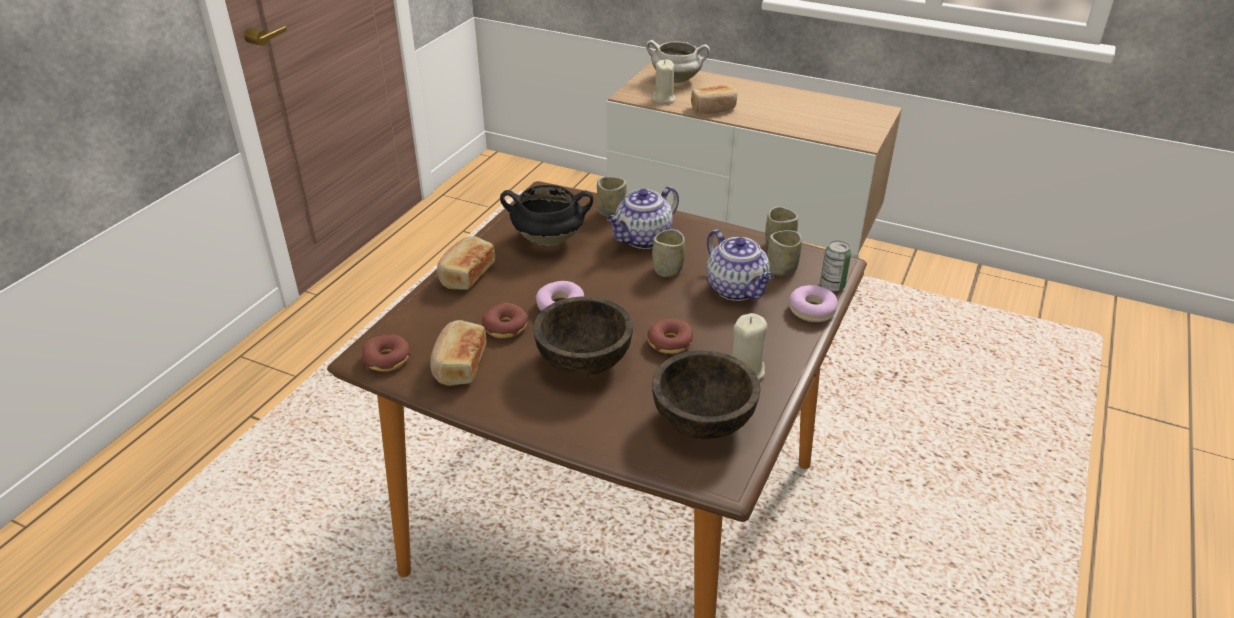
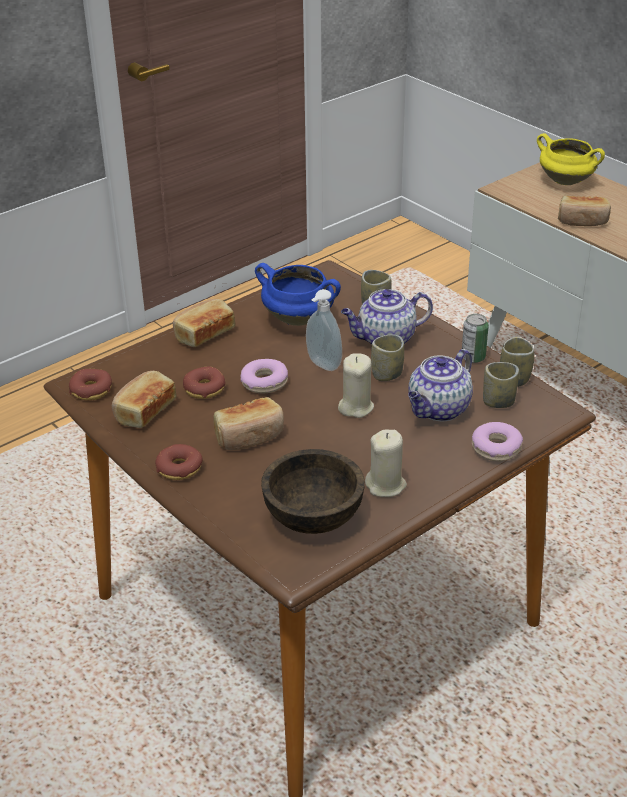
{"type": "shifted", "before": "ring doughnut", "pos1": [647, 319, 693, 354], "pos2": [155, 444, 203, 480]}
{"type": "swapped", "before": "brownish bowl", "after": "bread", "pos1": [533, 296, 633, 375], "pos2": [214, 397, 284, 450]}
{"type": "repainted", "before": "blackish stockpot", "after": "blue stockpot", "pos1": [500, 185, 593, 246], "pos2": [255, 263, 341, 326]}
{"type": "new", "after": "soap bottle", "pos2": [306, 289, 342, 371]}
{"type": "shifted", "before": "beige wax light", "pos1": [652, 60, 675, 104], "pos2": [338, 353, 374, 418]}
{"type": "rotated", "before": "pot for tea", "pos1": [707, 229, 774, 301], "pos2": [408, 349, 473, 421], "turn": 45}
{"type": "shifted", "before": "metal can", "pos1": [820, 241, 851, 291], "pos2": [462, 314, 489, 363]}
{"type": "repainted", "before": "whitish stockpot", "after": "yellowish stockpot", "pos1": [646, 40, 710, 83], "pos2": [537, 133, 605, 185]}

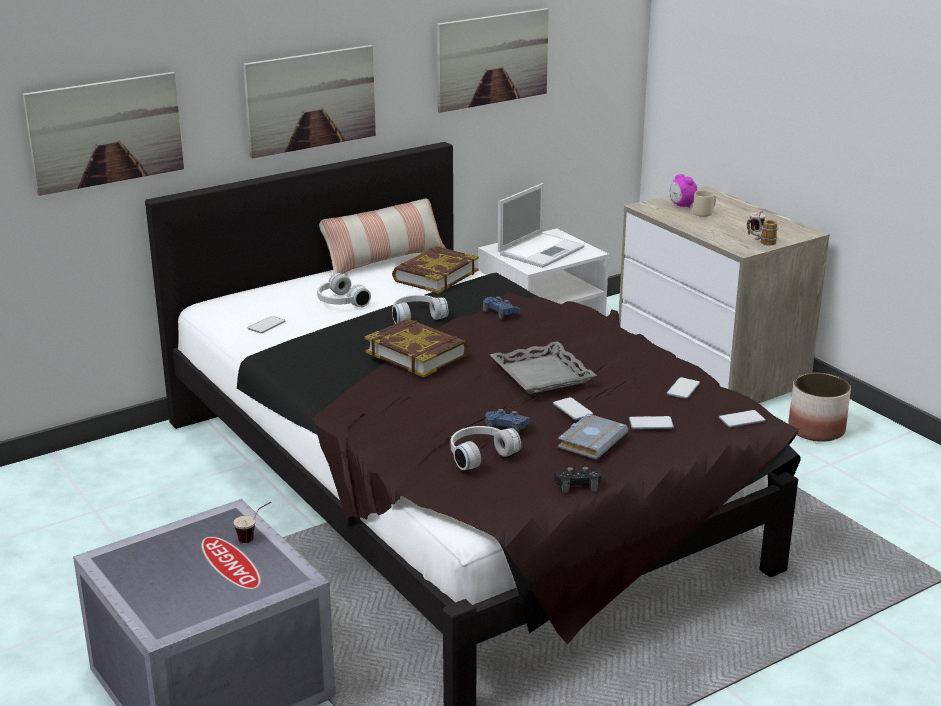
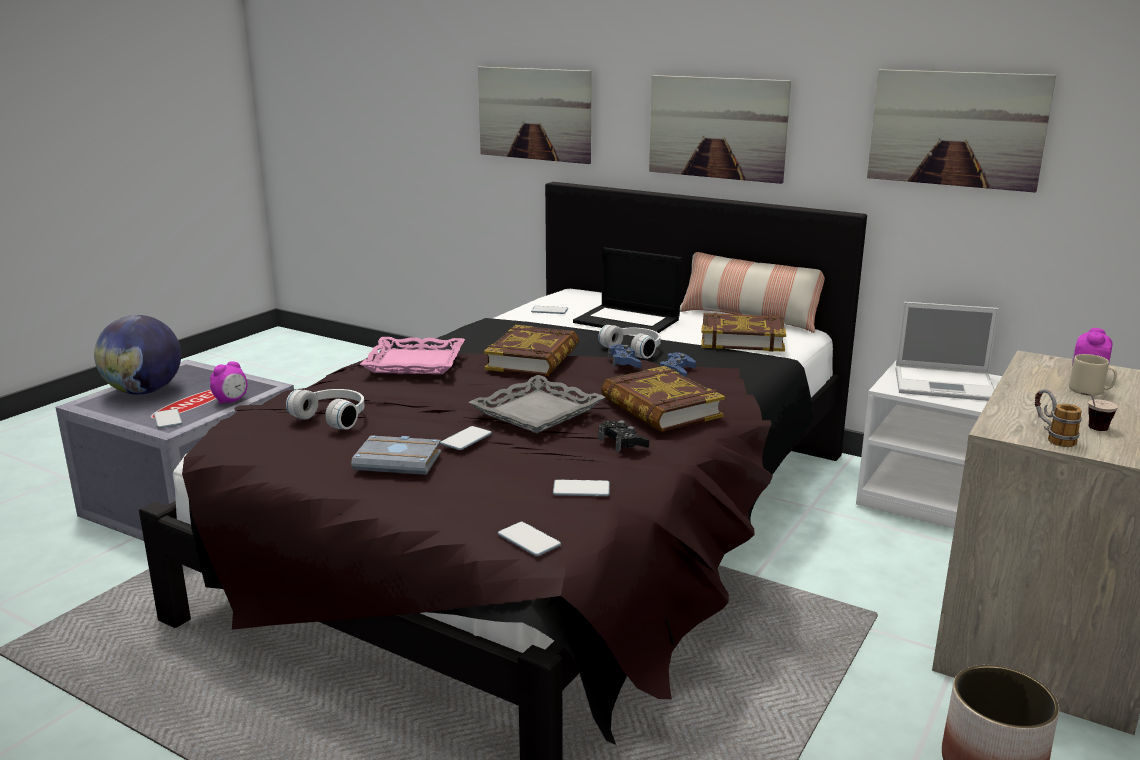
{"type": "new", "after": "globe", "pos2": [94, 315, 181, 395]}
{"type": "shifted", "before": "telephone", "pos1": [629, 416, 674, 429], "pos2": [154, 409, 182, 428]}
{"type": "swapped", "before": "cup", "after": "bedside clock", "pos1": [233, 502, 271, 543], "pos2": [210, 361, 247, 404]}
{"type": "new", "after": "pinkish carrying tray", "pos2": [360, 337, 465, 374]}
{"type": "swapped", "before": "whitish pair of headphones", "after": "laptop", "pos1": [317, 273, 371, 307], "pos2": [573, 247, 682, 333]}
{"type": "shifted", "before": "blackish joypad", "pos1": [554, 467, 601, 493], "pos2": [598, 420, 649, 452]}
{"type": "new", "after": "volume", "pos2": [601, 366, 725, 432]}
{"type": "shifted", "before": "blue joypad", "pos1": [485, 409, 530, 433], "pos2": [608, 344, 641, 368]}

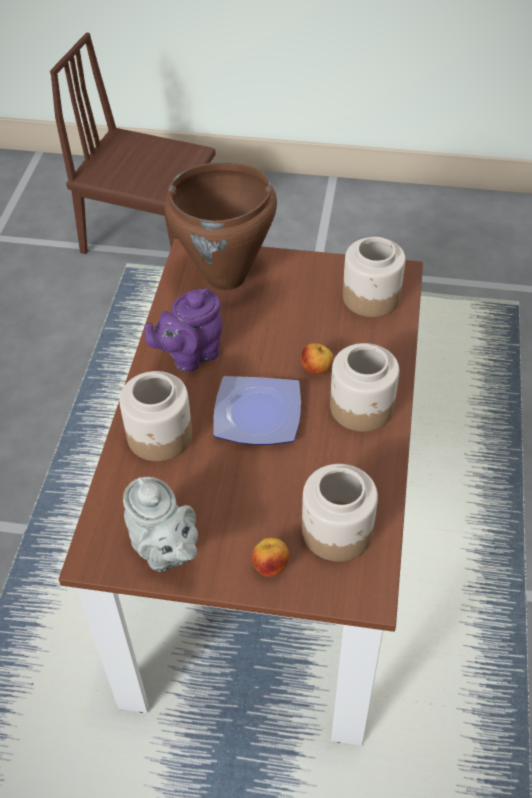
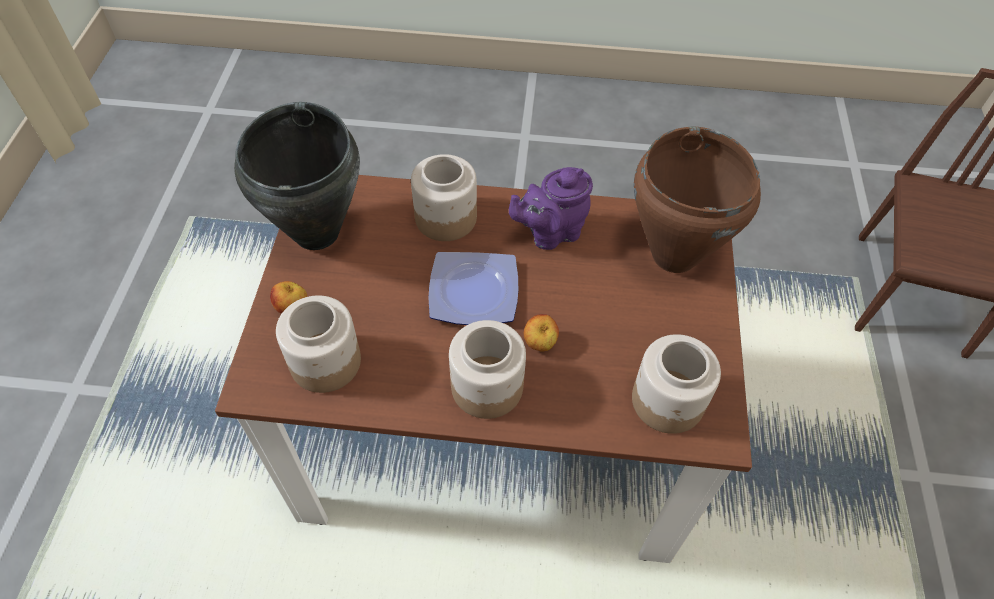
{"type": "swapped", "before": "gray pot for tea", "after": "blackish stockpot", "pos1": [123, 477, 198, 572], "pos2": [234, 102, 360, 250]}
{"type": "rotated", "before": "purplish pot for tea", "pos1": [145, 288, 222, 372], "pos2": [509, 167, 593, 250], "turn": -75}

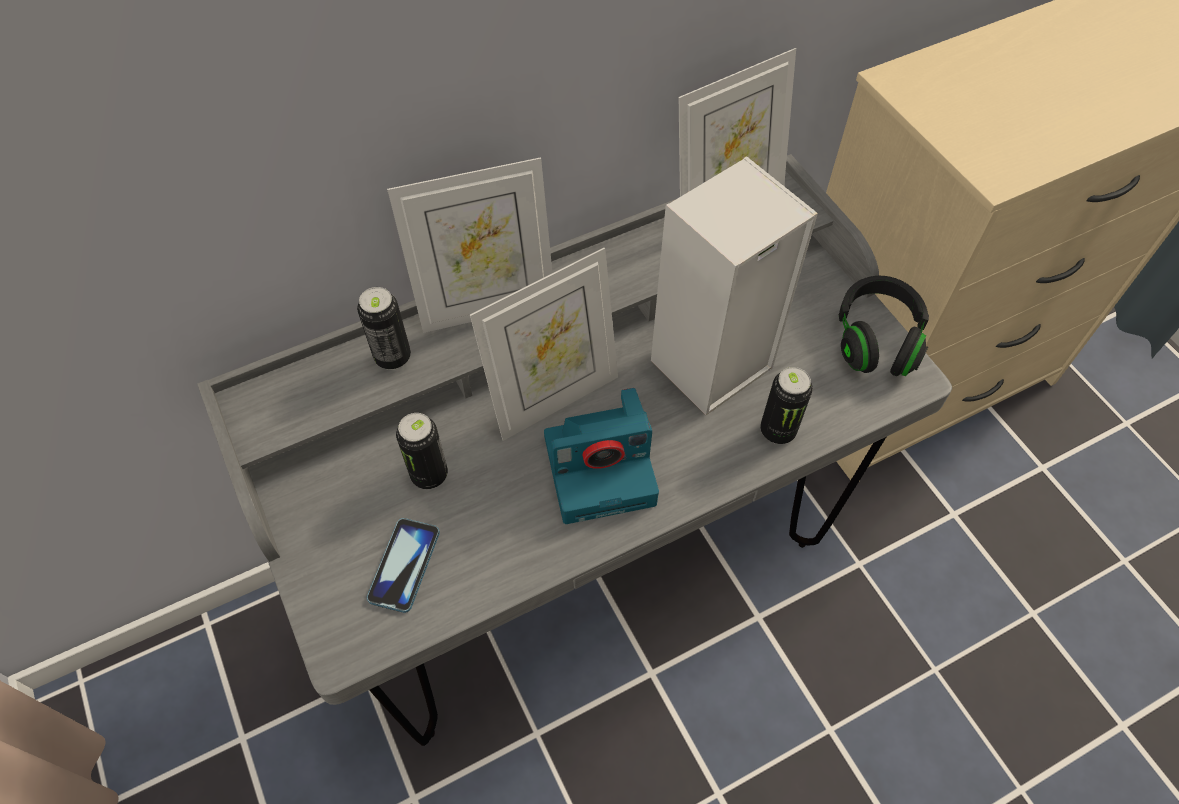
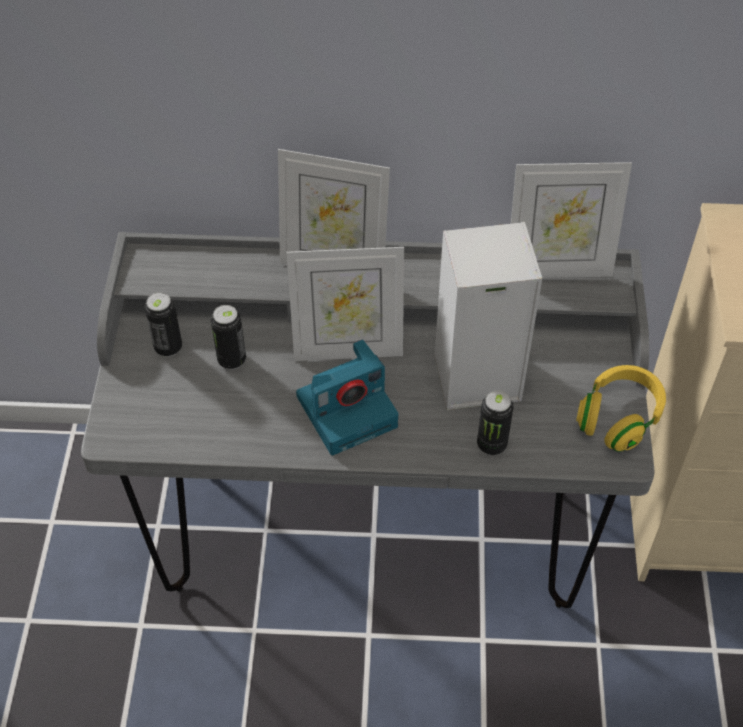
{"type": "shifted", "before": "metal can", "pos1": [357, 287, 411, 370], "pos2": [145, 292, 182, 357]}
{"type": "rotated", "before": "photo camera", "pos1": [544, 388, 659, 524], "pos2": [296, 339, 398, 455], "turn": -45}
{"type": "repainted", "before": "blackish pair of headphones", "after": "yellowish pair of headphones", "pos1": [839, 276, 929, 376], "pos2": [576, 365, 666, 452]}
{"type": "gone", "before": "telephone", "pos1": [367, 518, 440, 613]}

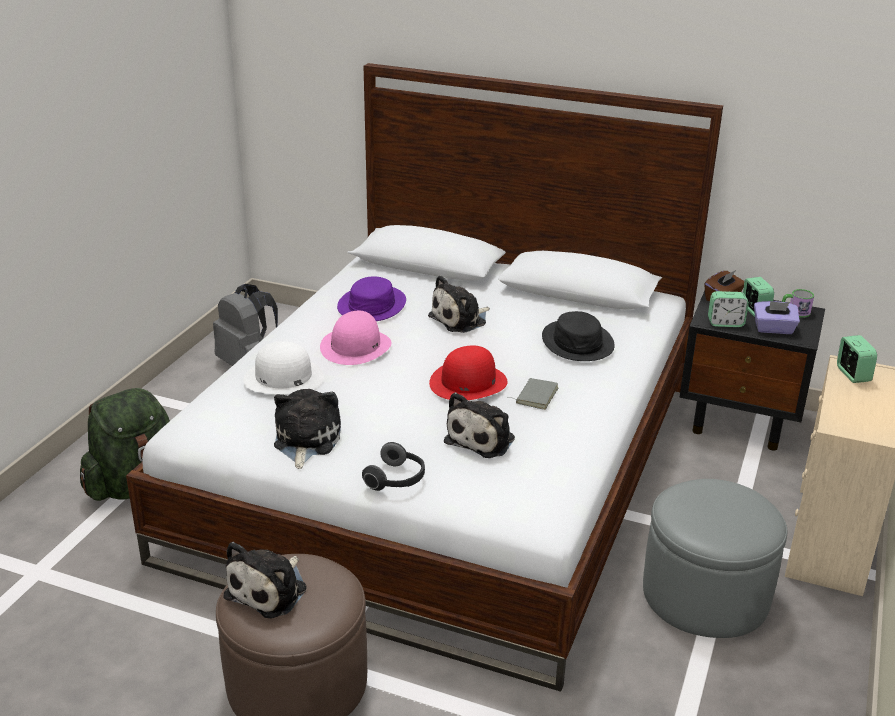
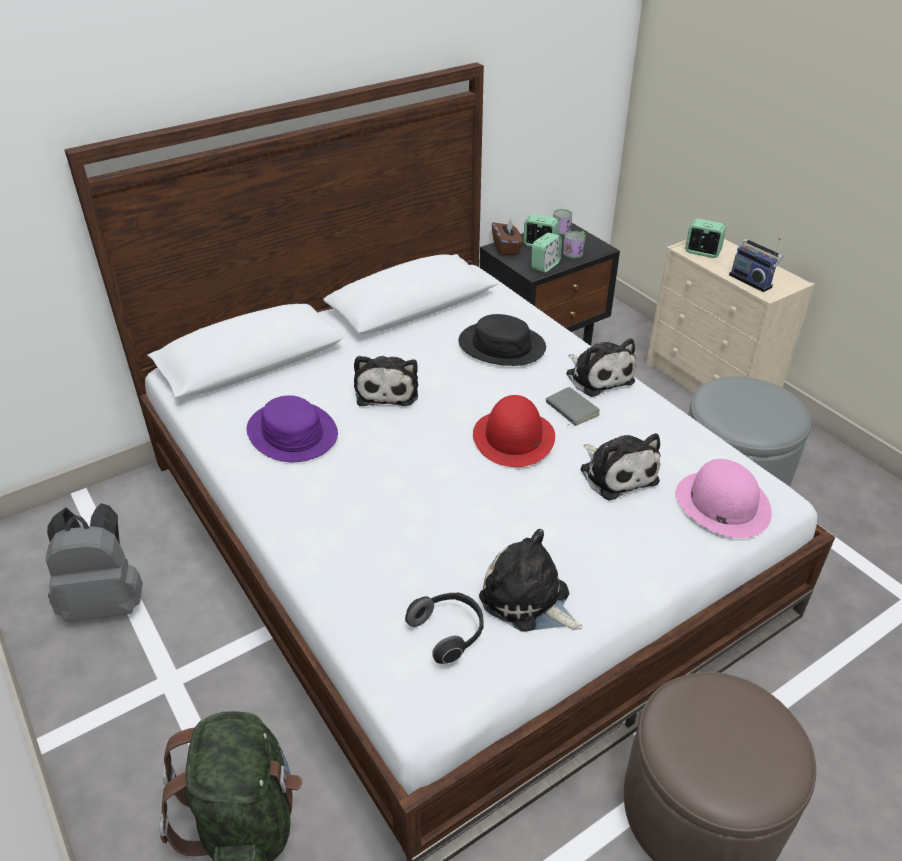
{"type": "shifted", "before": "pair of headphones", "pos1": [362, 442, 425, 491], "pos2": [405, 592, 484, 664]}
{"type": "swapped", "before": "purplish tissue holder", "after": "mug", "pos1": [754, 301, 800, 334], "pos2": [563, 231, 586, 258]}
{"type": "shifted", "before": "soft toy", "pos1": [224, 542, 307, 619], "pos2": [566, 338, 635, 397]}
{"type": "shifted", "before": "pinkish clothing hat", "pos1": [320, 311, 391, 365], "pos2": [676, 459, 772, 538]}
{"type": "new", "after": "radio set", "pos2": [729, 238, 783, 292]}
{"type": "gone", "before": "whitish clothing hat", "pos1": [243, 341, 324, 394]}

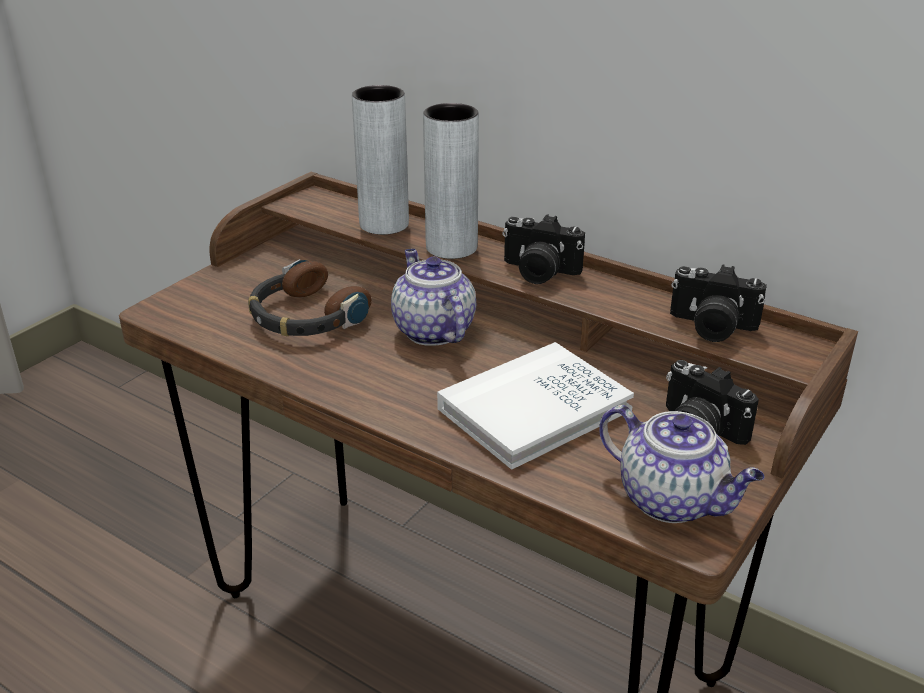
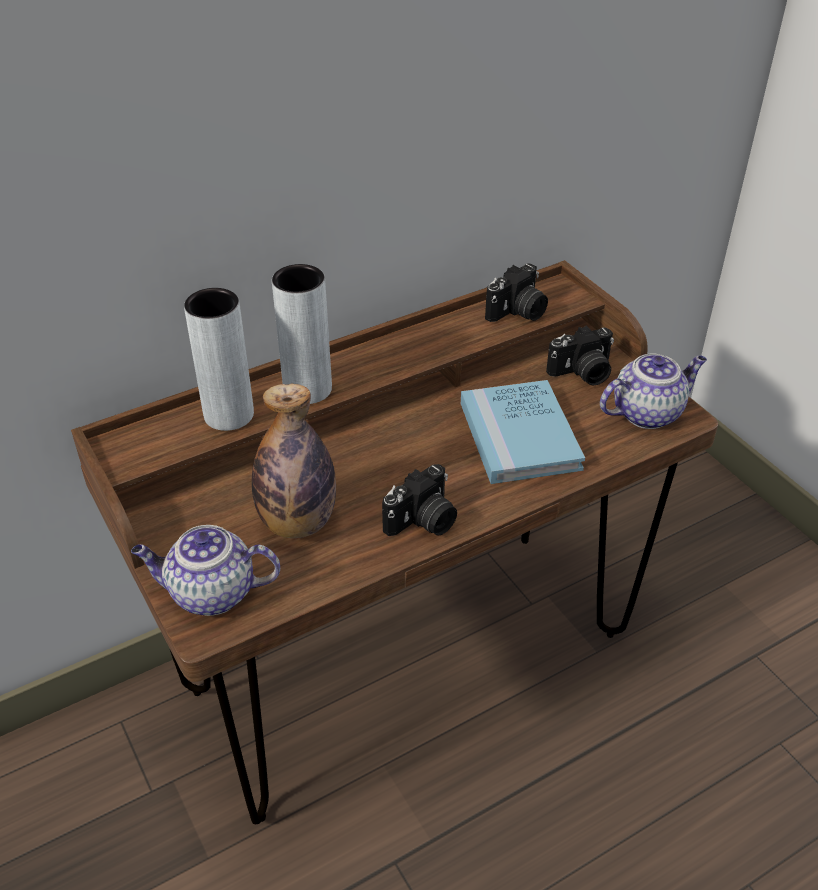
{"type": "shifted", "before": "pot for tea", "pos1": [391, 249, 476, 346], "pos2": [131, 525, 280, 616]}
{"type": "swapped", "before": "pair of headphones", "after": "beverage bottle", "pos1": [248, 259, 372, 336], "pos2": [252, 384, 336, 538]}
{"type": "shifted", "before": "photo camera", "pos1": [503, 214, 585, 284], "pos2": [382, 464, 457, 536]}
{"type": "repainted", "before": "whitish volume", "after": "blue volume", "pos1": [437, 342, 634, 470], "pos2": [461, 380, 585, 484]}

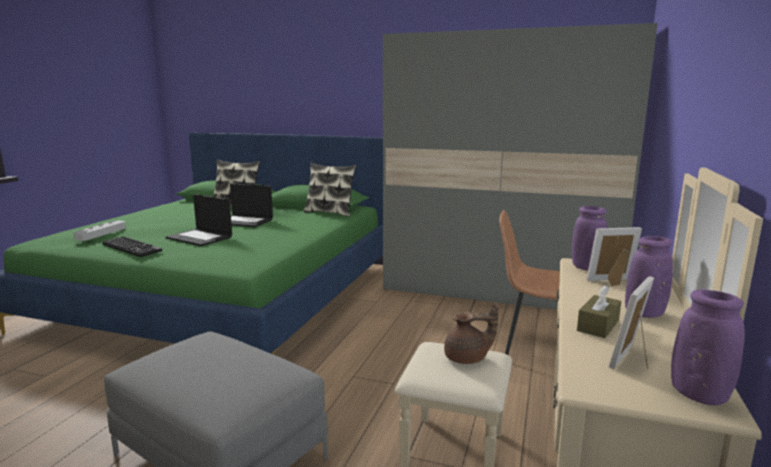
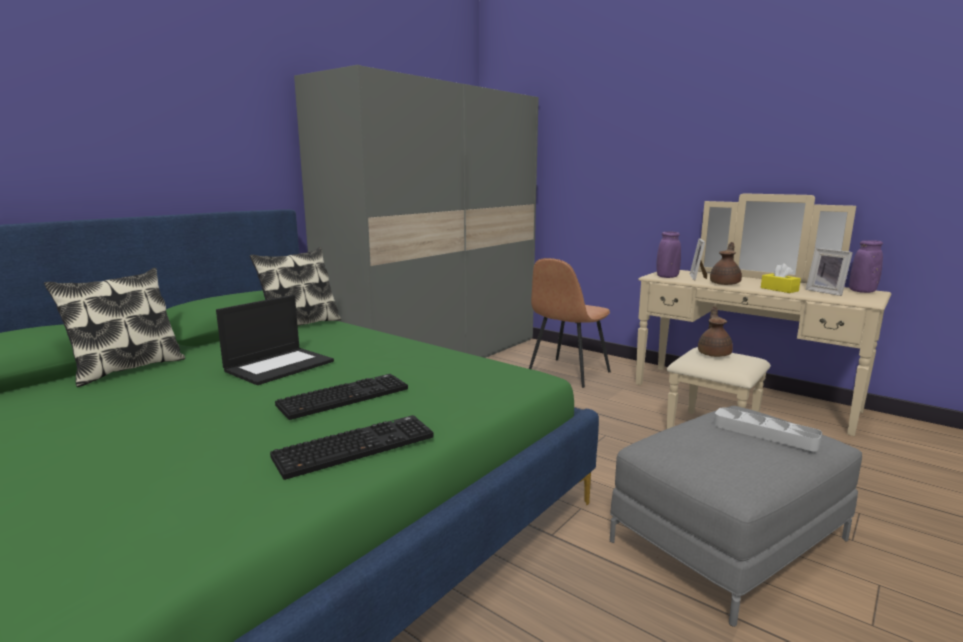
{"type": "swapped", "before": "laptop", "after": "PC keyboard", "pos1": [165, 194, 232, 246], "pos2": [275, 374, 408, 420]}
{"type": "new", "after": "brownish pot for tea", "pos2": [710, 242, 742, 285]}
{"type": "shifted", "before": "gray carrying tray", "pos1": [73, 220, 126, 241], "pos2": [714, 407, 822, 451]}
{"type": "repainted", "before": "brownish tissue holder", "after": "yellowish tissue holder", "pos1": [577, 285, 621, 338], "pos2": [761, 263, 801, 293]}
{"type": "gone", "before": "purplish flower vase", "pos1": [625, 236, 673, 318]}

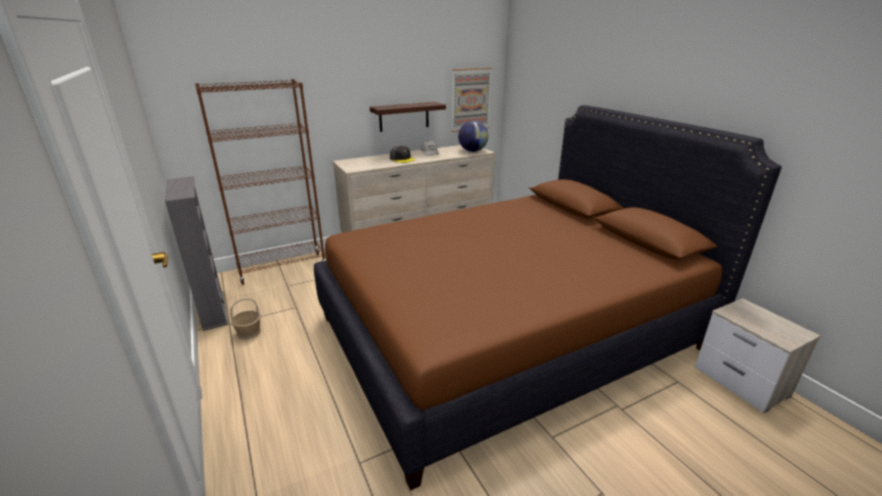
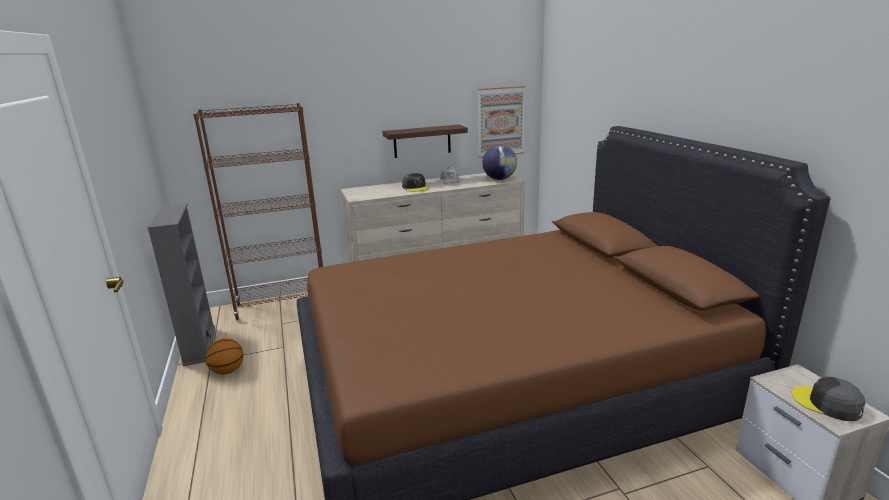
{"type": "swapped", "before": "storage basket", "after": "ball for basketball", "pos1": [230, 298, 261, 340], "pos2": [205, 338, 243, 375]}
{"type": "new", "after": "gray baseball cap", "pos2": [792, 377, 865, 421]}

